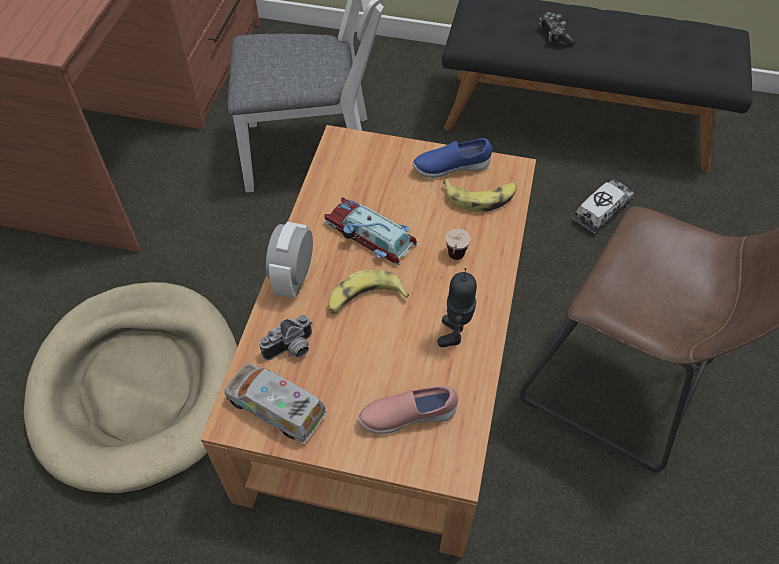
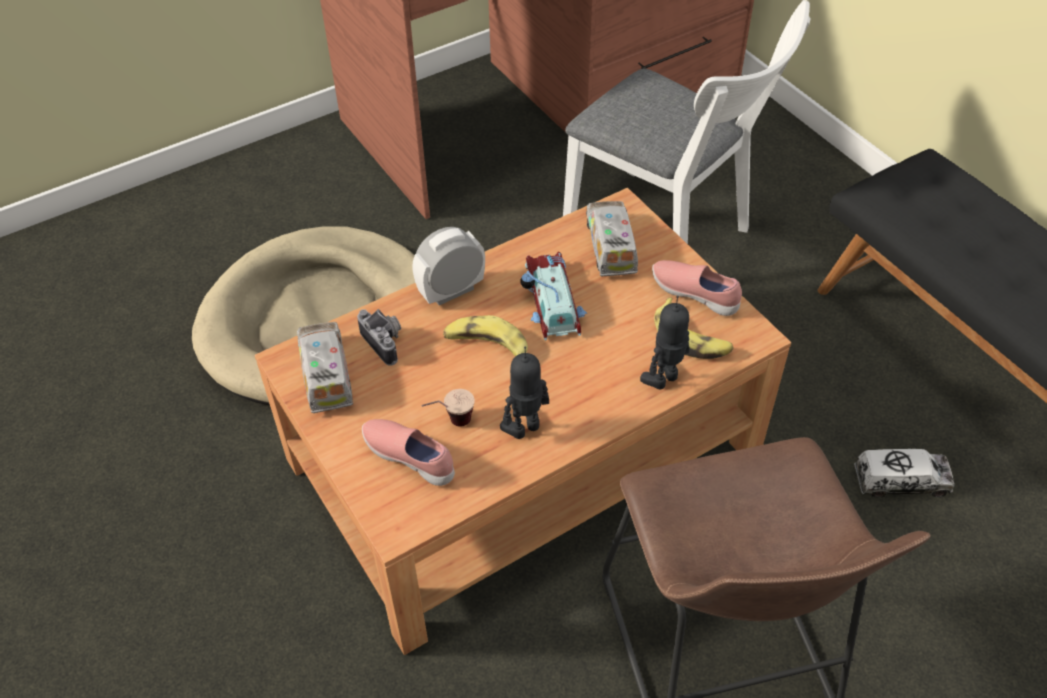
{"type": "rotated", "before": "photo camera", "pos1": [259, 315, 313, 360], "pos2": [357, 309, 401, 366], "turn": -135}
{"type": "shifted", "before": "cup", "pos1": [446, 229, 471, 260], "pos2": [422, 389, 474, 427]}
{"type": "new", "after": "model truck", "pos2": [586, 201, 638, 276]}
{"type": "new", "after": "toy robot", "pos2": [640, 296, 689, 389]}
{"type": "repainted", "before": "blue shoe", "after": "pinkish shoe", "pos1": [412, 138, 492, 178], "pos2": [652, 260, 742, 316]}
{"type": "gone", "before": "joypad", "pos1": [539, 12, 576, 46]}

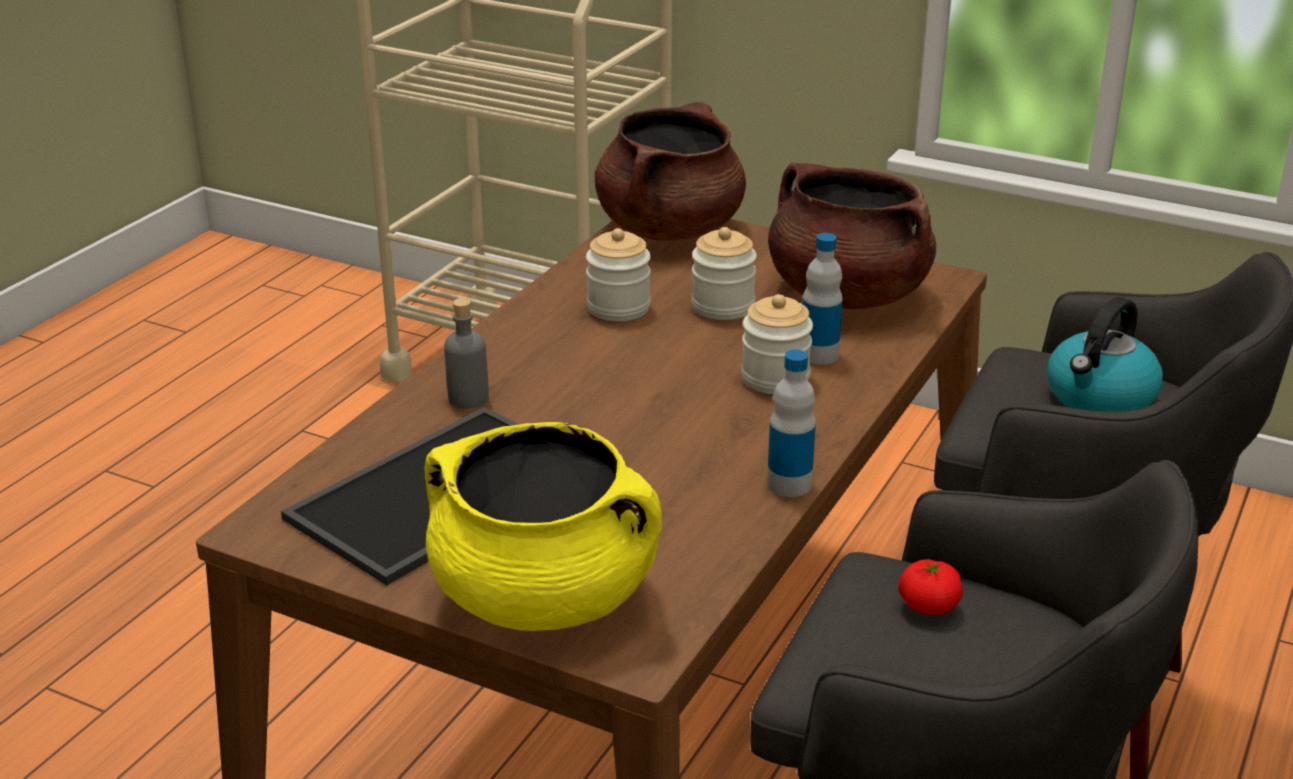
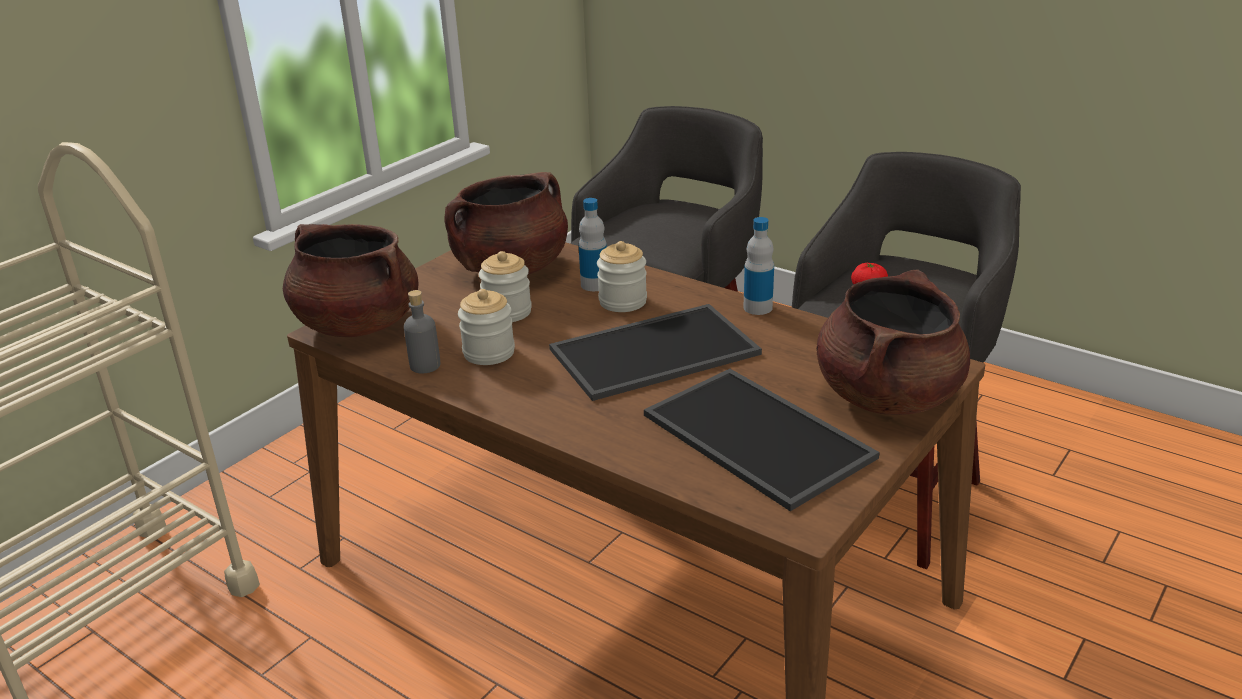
{"type": "shifted", "before": "gray beverage bottle", "pos1": [444, 298, 489, 409], "pos2": [404, 290, 440, 373]}
{"type": "new", "after": "carrying tray", "pos2": [549, 304, 762, 401]}
{"type": "repainted", "before": "yellowish stockpot", "after": "brownish stockpot", "pos1": [425, 422, 662, 631], "pos2": [817, 269, 970, 415]}
{"type": "gone", "before": "kettle", "pos1": [1047, 297, 1163, 412]}

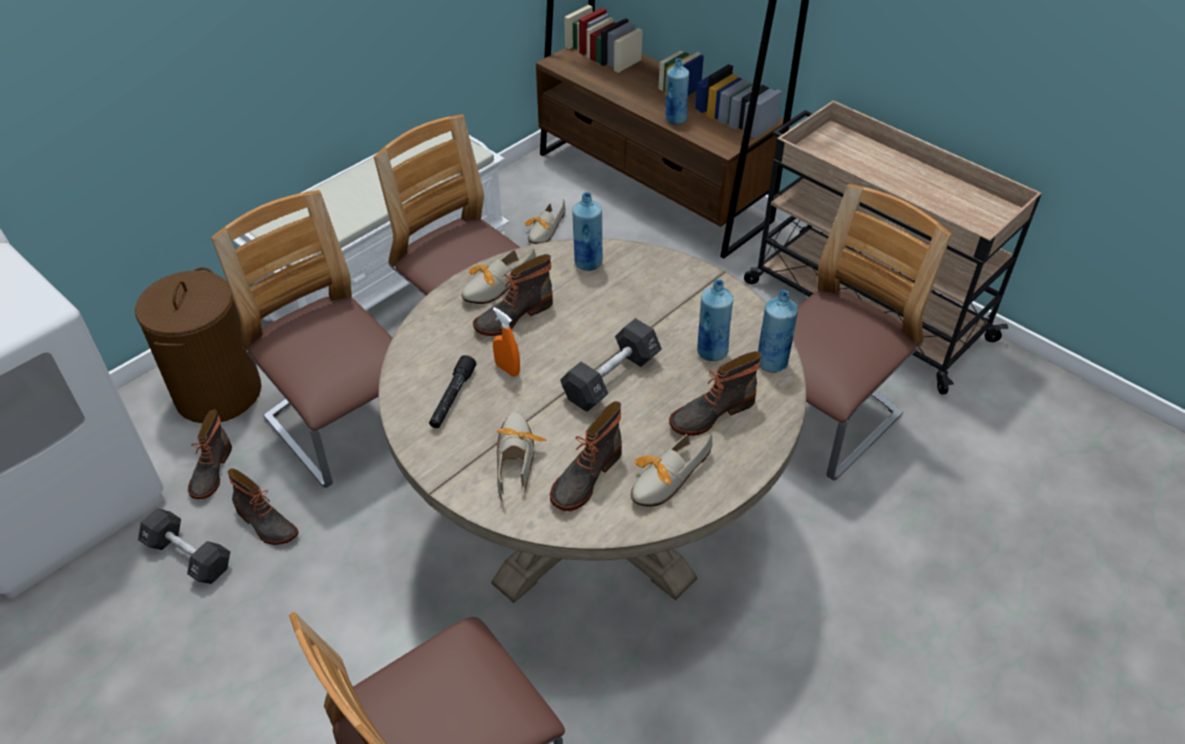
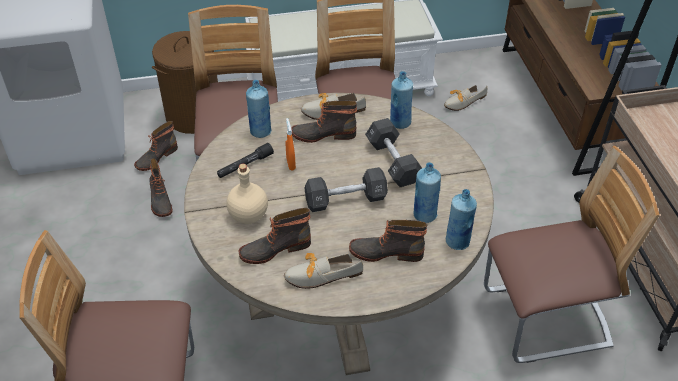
{"type": "swapped", "before": "shoe", "after": "beige beverage bottle", "pos1": [497, 412, 546, 502], "pos2": [226, 164, 268, 224]}
{"type": "shifted", "before": "blue beverage bottle", "pos1": [665, 58, 690, 125], "pos2": [246, 80, 272, 138]}
{"type": "shifted", "before": "blackish free weight", "pos1": [138, 508, 230, 584], "pos2": [365, 118, 422, 187]}

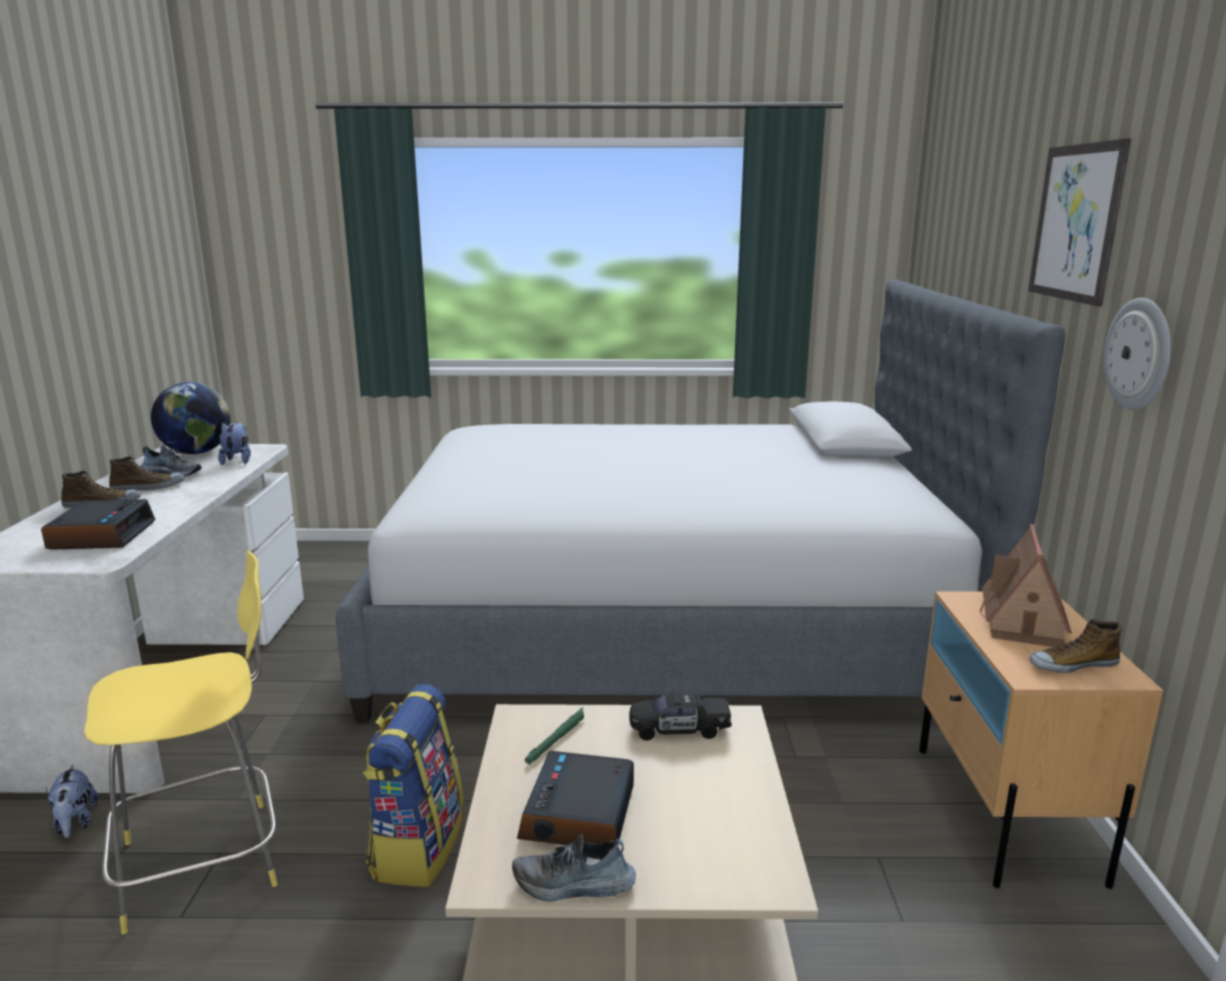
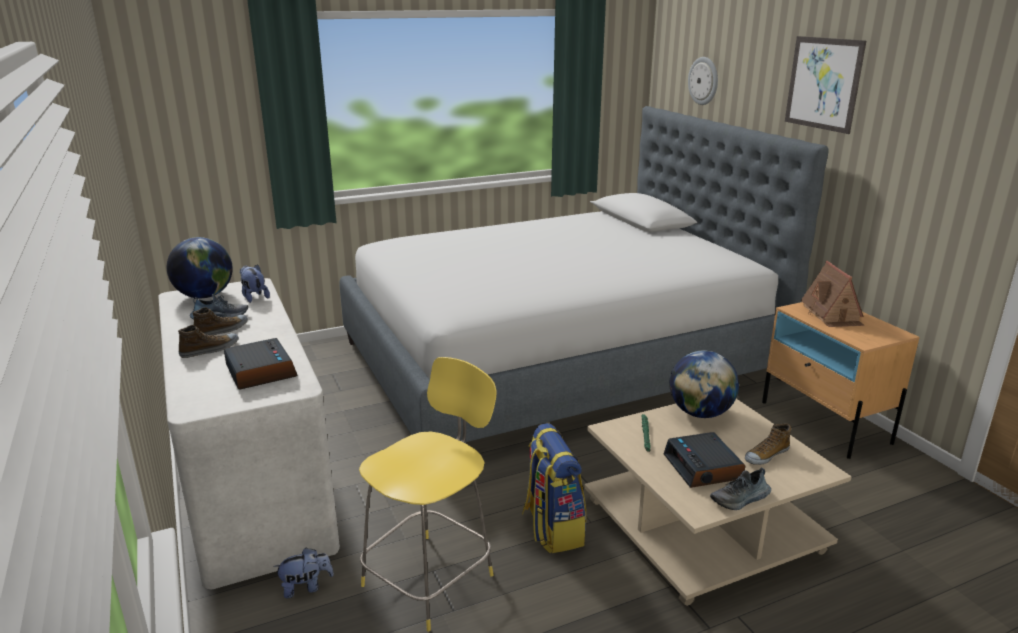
{"type": "rotated", "before": "soft toy", "pos1": [46, 764, 98, 838], "pos2": [273, 547, 334, 598], "turn": -60}
{"type": "swapped", "before": "blackish miniature car", "after": "globe", "pos1": [629, 692, 732, 740], "pos2": [669, 351, 739, 418]}
{"type": "shifted", "before": "wall clock", "pos1": [1104, 298, 1171, 410], "pos2": [688, 57, 718, 105]}
{"type": "shifted", "before": "shoe", "pos1": [1029, 619, 1122, 673], "pos2": [745, 424, 791, 465]}

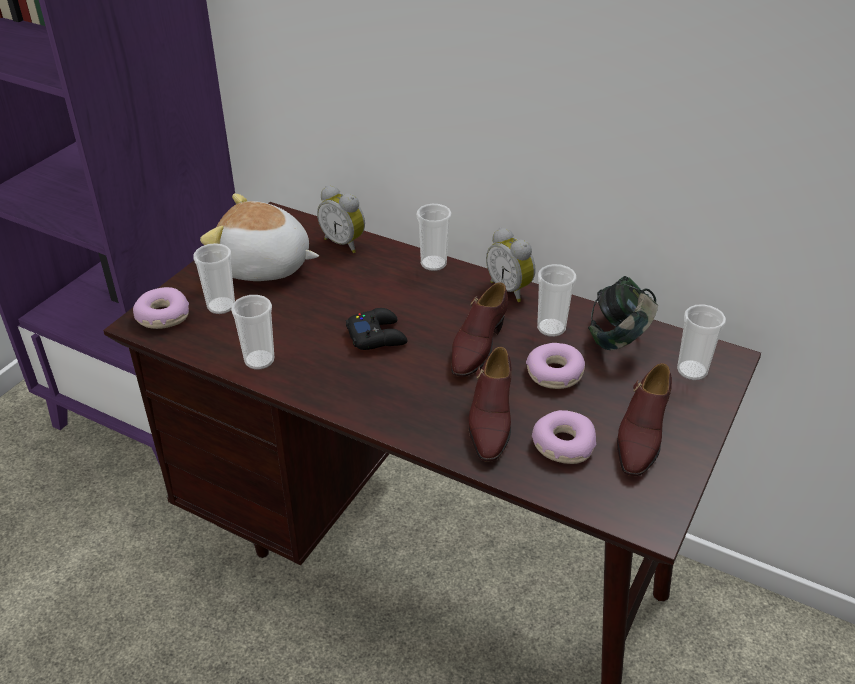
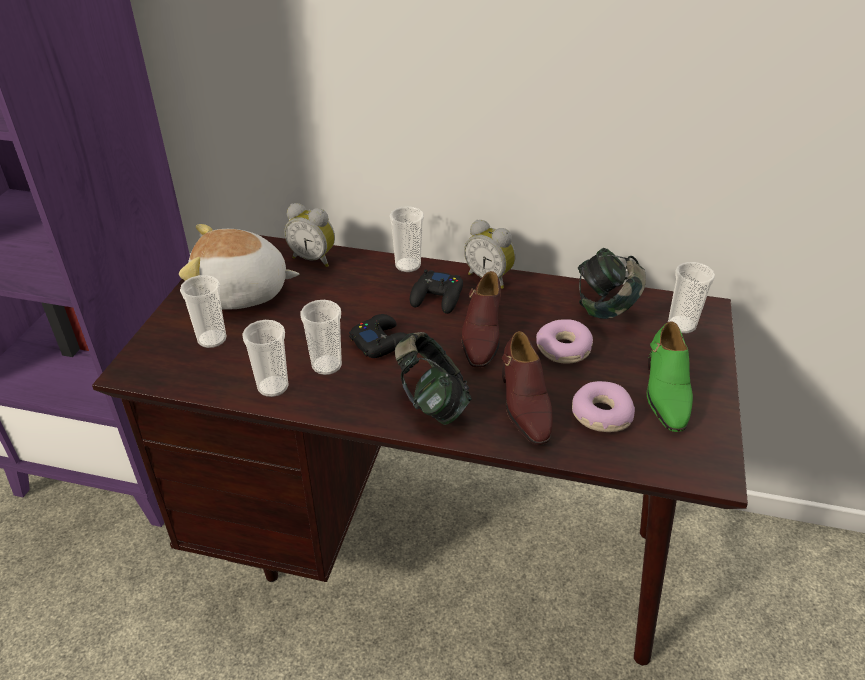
{"type": "shifted", "before": "cup", "pos1": [537, 264, 576, 337], "pos2": [301, 300, 342, 375]}
{"type": "new", "after": "pair of headphones", "pos2": [395, 332, 472, 425]}
{"type": "new", "after": "blackish joypad", "pos2": [410, 269, 463, 314]}
{"type": "repainted", "before": "brownish shoe", "after": "greenish shoe", "pos1": [617, 363, 672, 476], "pos2": [647, 321, 693, 432]}
{"type": "gone", "before": "ring doughnut", "pos1": [133, 287, 189, 329]}

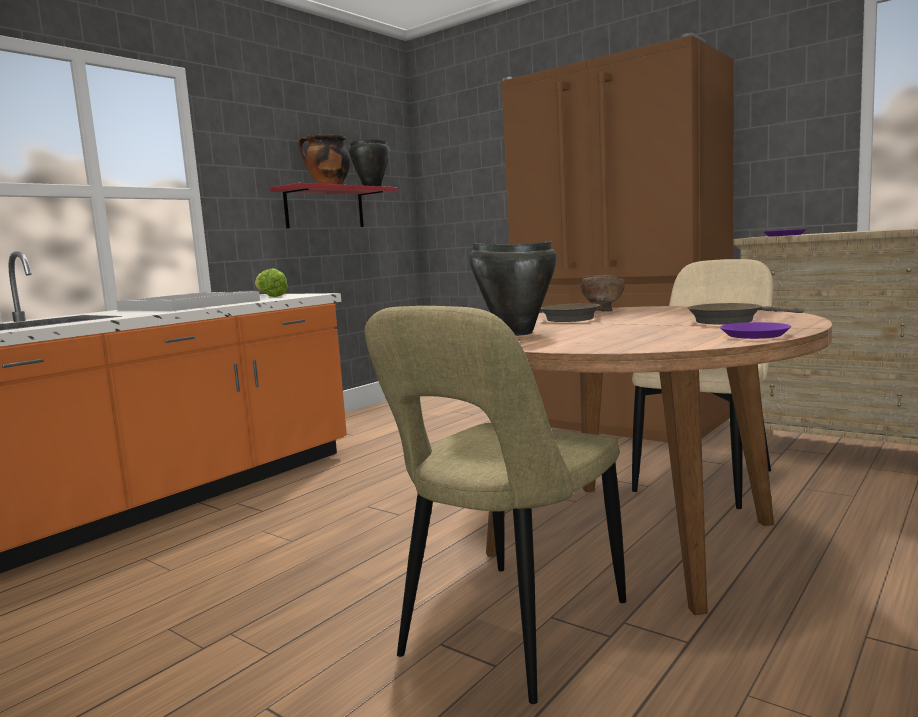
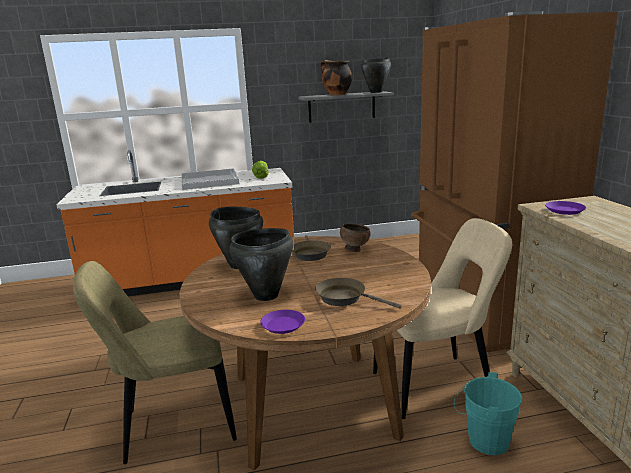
{"type": "new", "after": "blackish stockpot", "pos2": [229, 228, 293, 301]}
{"type": "repainted", "before": "reddish shelf", "after": "gray shelf", "pos1": [270, 183, 398, 228], "pos2": [298, 91, 393, 123]}
{"type": "new", "after": "blue-green water bucket", "pos2": [454, 372, 522, 455]}

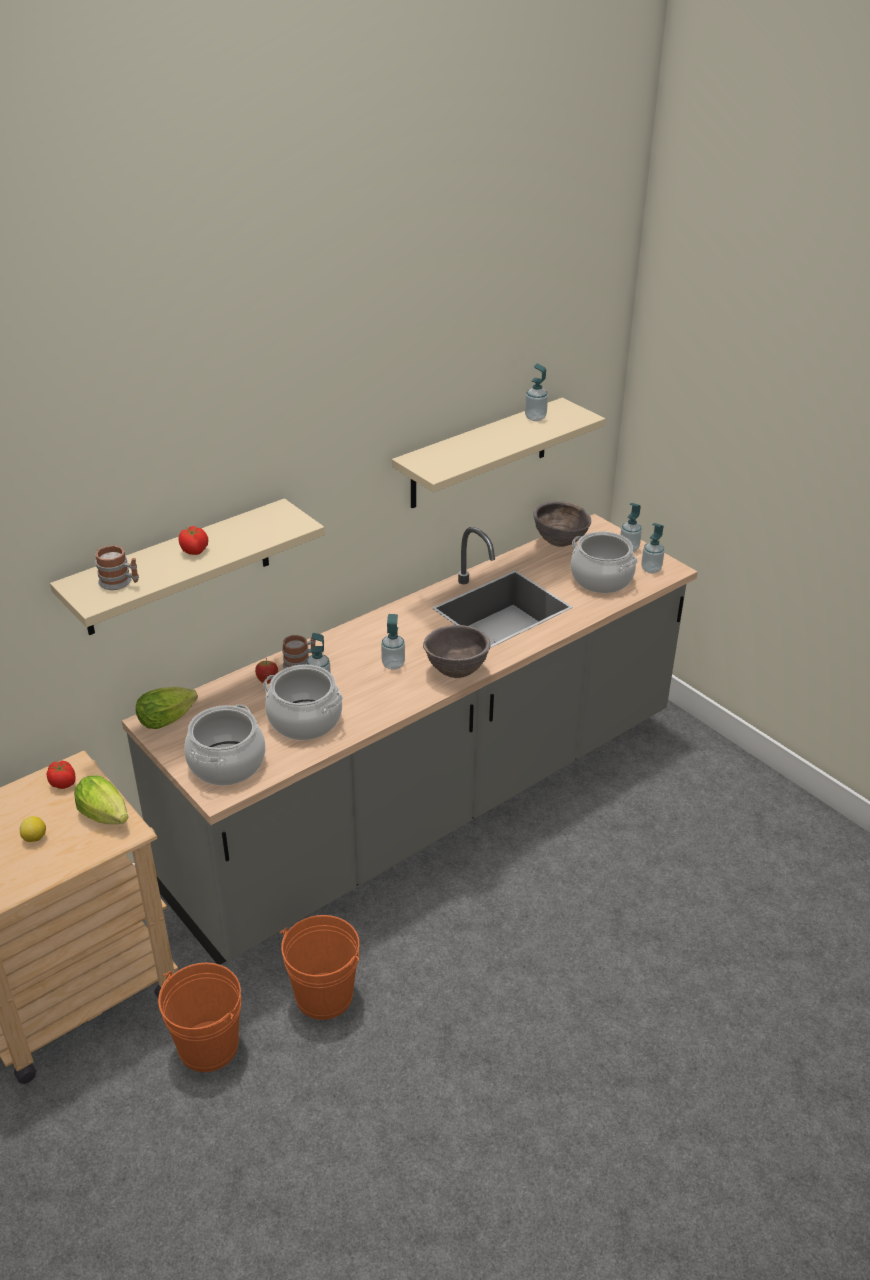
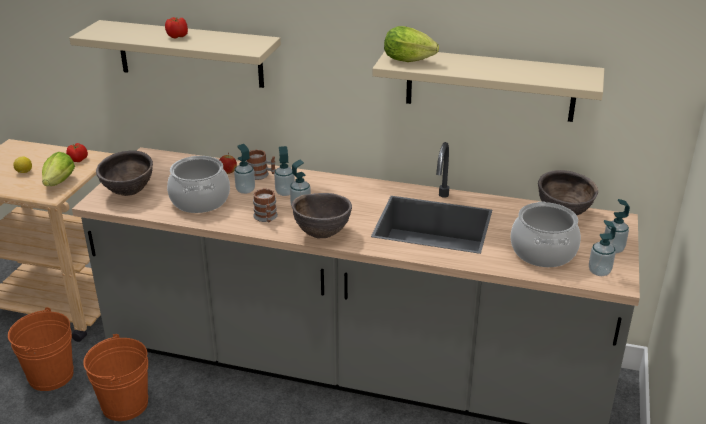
{"type": "swapped", "before": "stockpot", "after": "brownish bowl", "pos1": [184, 704, 265, 786], "pos2": [96, 150, 153, 196]}
{"type": "shifted", "before": "mug", "pos1": [95, 545, 139, 590], "pos2": [253, 188, 278, 222]}
{"type": "shifted", "before": "soap bottle", "pos1": [525, 364, 548, 421], "pos2": [274, 146, 295, 196]}
{"type": "shifted", "before": "lettuce", "pos1": [136, 687, 198, 729], "pos2": [384, 26, 439, 62]}

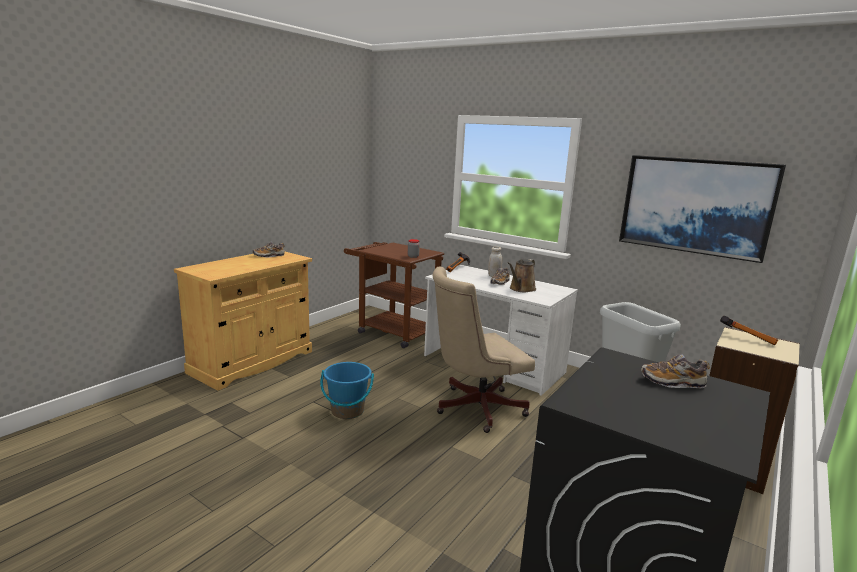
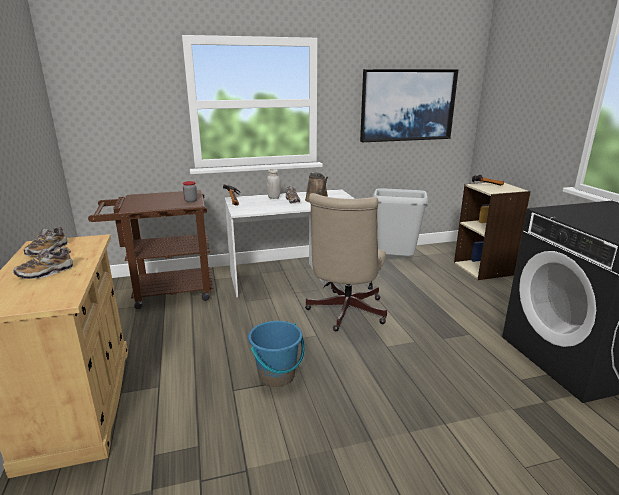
{"type": "shifted", "before": "shoe", "pos1": [641, 354, 710, 388], "pos2": [13, 247, 73, 279]}

